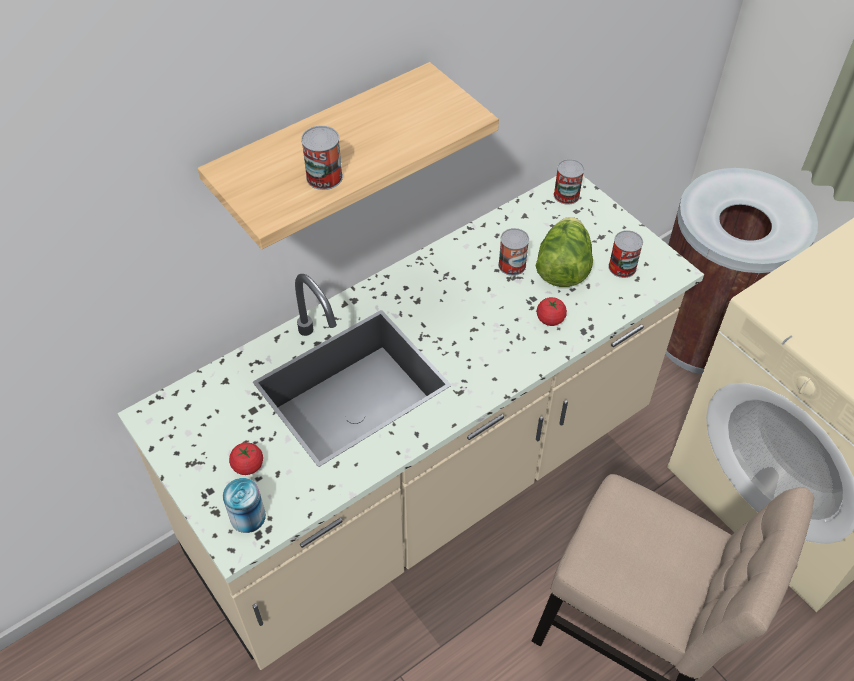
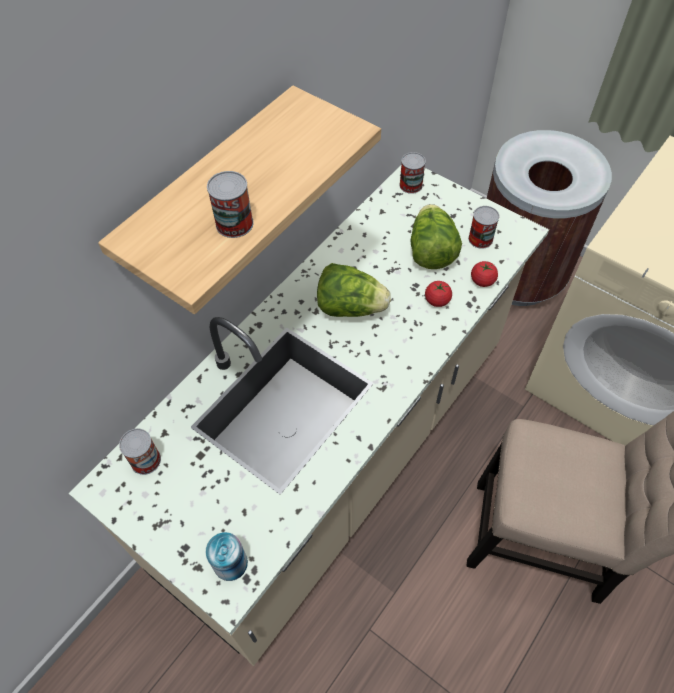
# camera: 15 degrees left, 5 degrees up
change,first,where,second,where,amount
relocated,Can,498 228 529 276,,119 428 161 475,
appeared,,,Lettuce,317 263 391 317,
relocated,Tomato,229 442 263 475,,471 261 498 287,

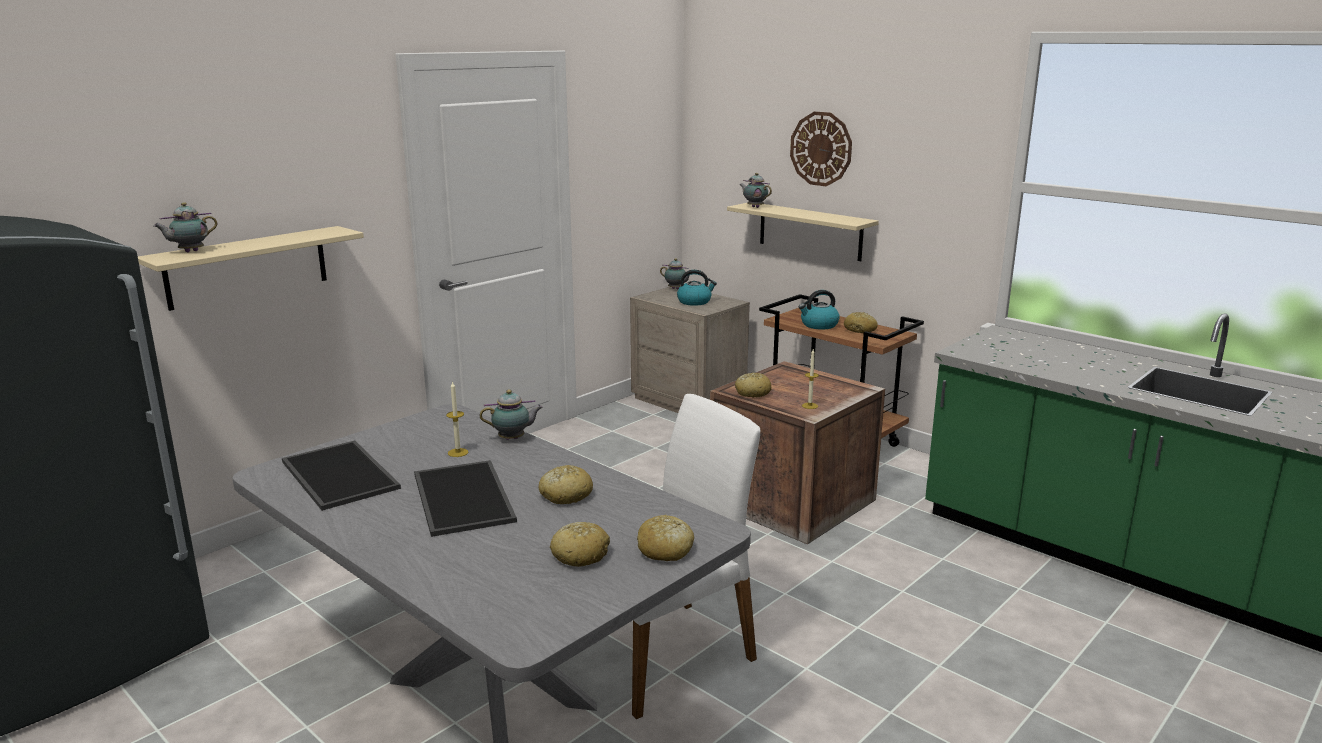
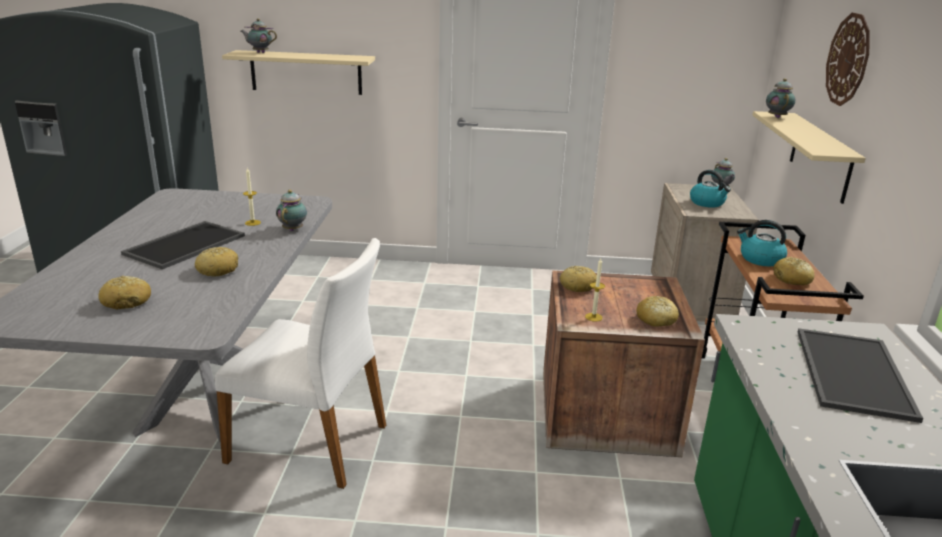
# camera: 50 degrees right, 5 degrees up
change,first,where,second,where,amount
spun,Teapot,480 389 543 440,,276 190 307 231,120 degrees counterclockwise
relocated,Bread,637 514 694 561,,636 296 679 327,
relocated,Tray,282 441 401 511,,798 328 923 423,

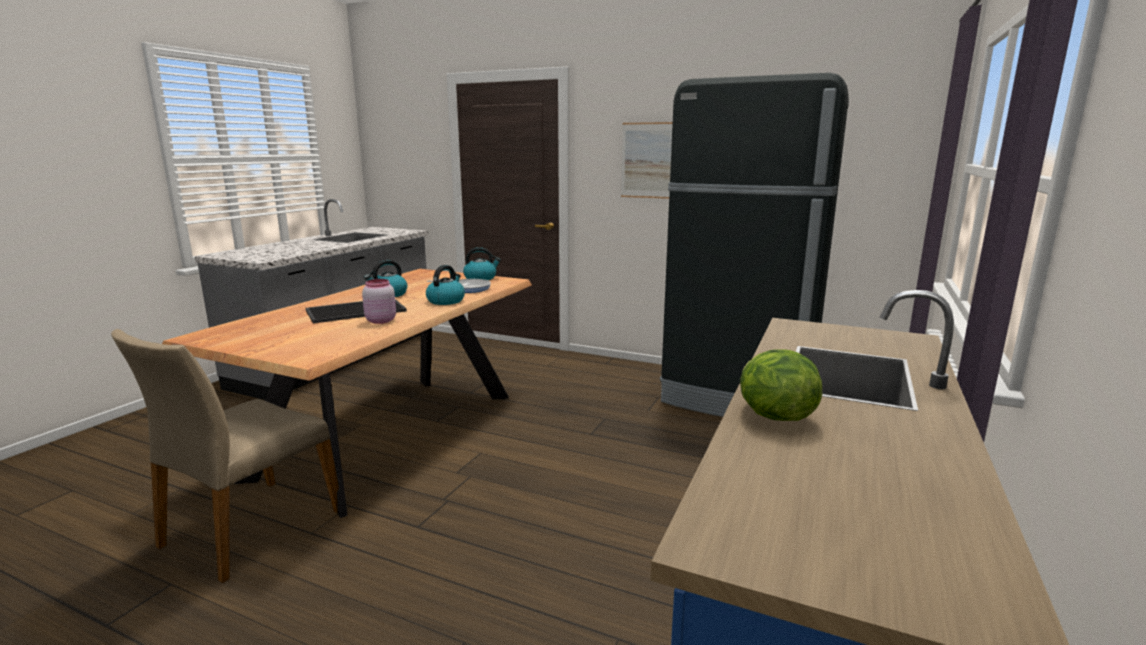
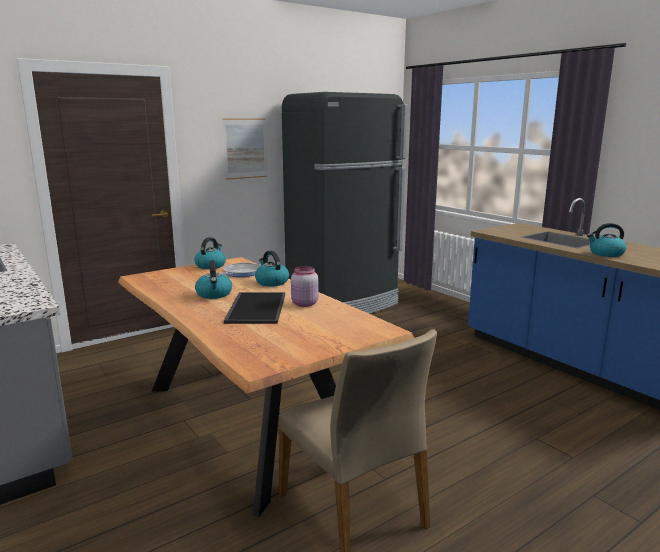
# camera: 60 degrees left, 0 degrees up
change,first,where,second,where,amount
exchanged,Lettuce,740 349 822 421,Kettle,587 223 626 257,

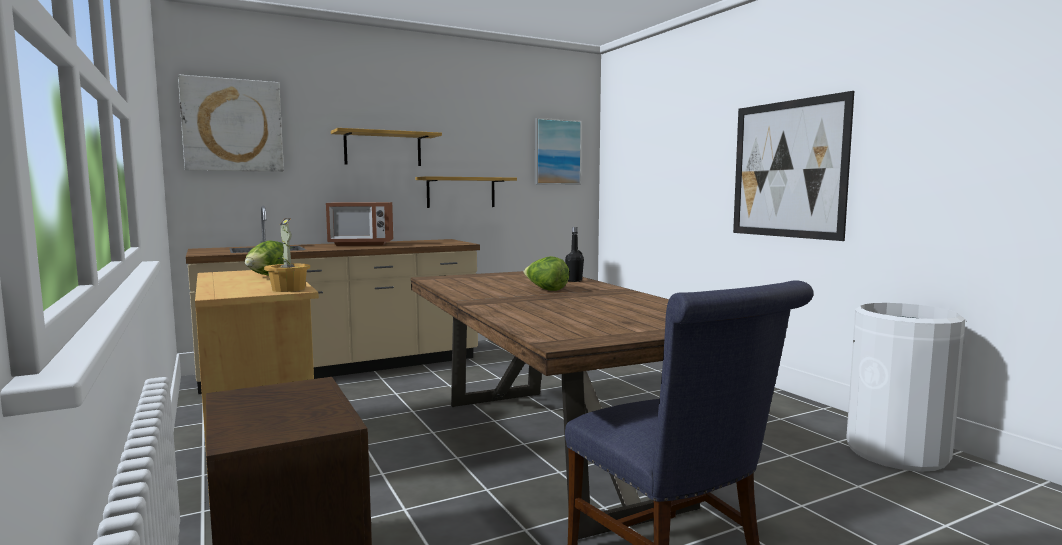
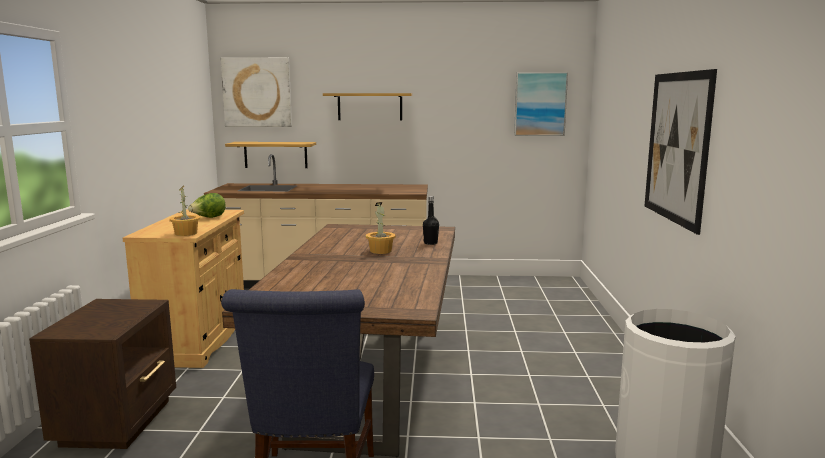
# camera: 30 degrees right, 5 degrees up
change,first,where,second,where,amount
relocated,Shelf,415 176 517 208,,225 142 316 168,
exchanged,Lettuce,524 256 569 291,PottedPlant,366 202 396 254,
missing,Microwave,326 202 393 246,,,

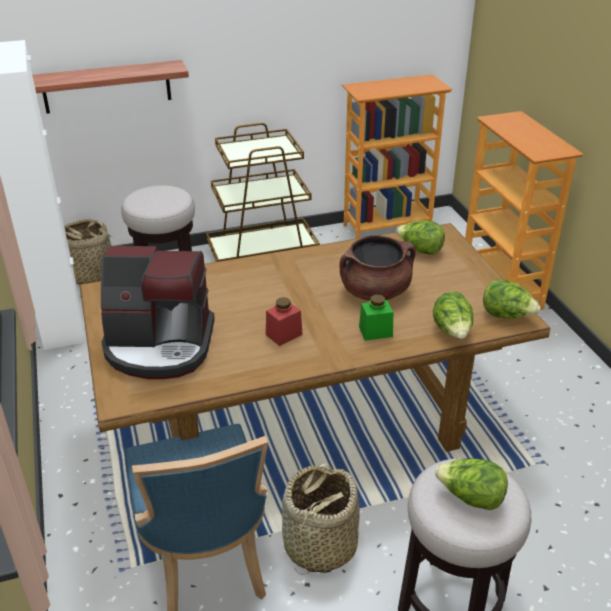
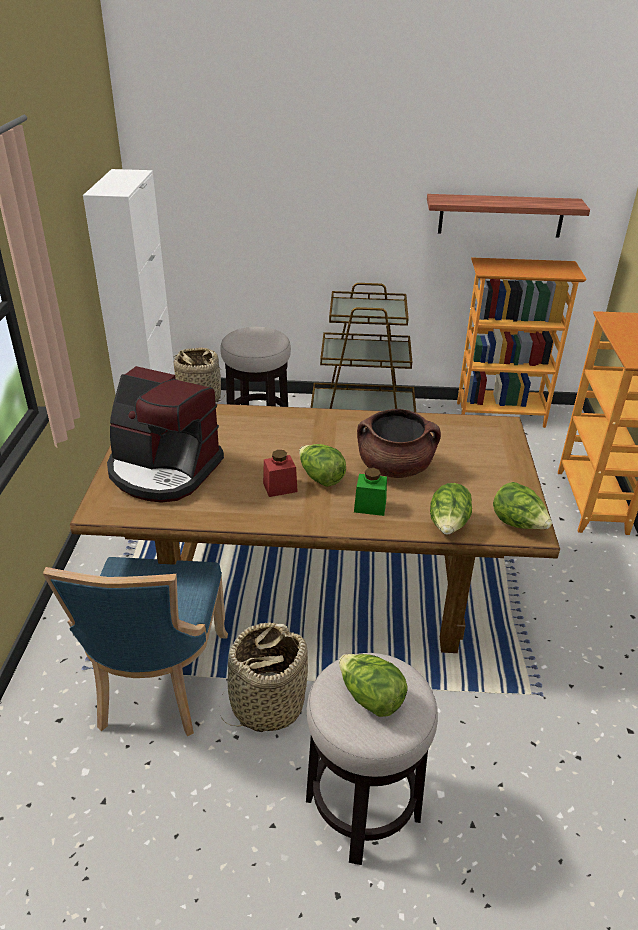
# camera: 20 degrees right, 0 degrees up
change,first,where,second,where,amount
relocated,Lettuce,396 221 445 255,,299 444 346 487,
relocated,Shelf,32 60 189 114,,427 194 590 238,

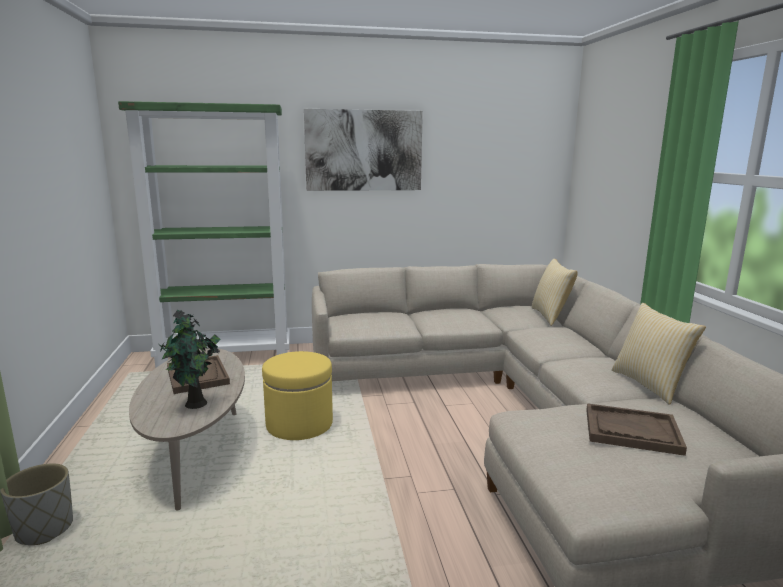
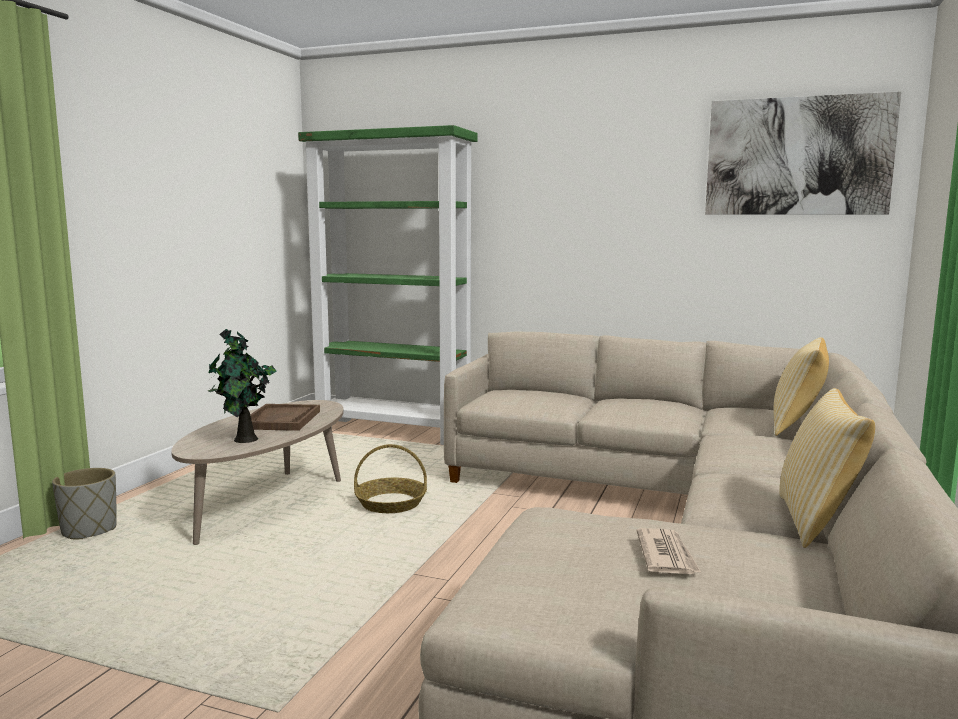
# camera: 30 degrees right, 5 degrees down
change,first,where,second,where,amount
exchanged,YellowOttoman,262 351 333 440,Basket,354 444 427 513,
exchanged,BrownTray,586 403 687 456,Newspaper,637 528 701 574,
relocated,Picture,304 109 423 191,,705 92 901 215,

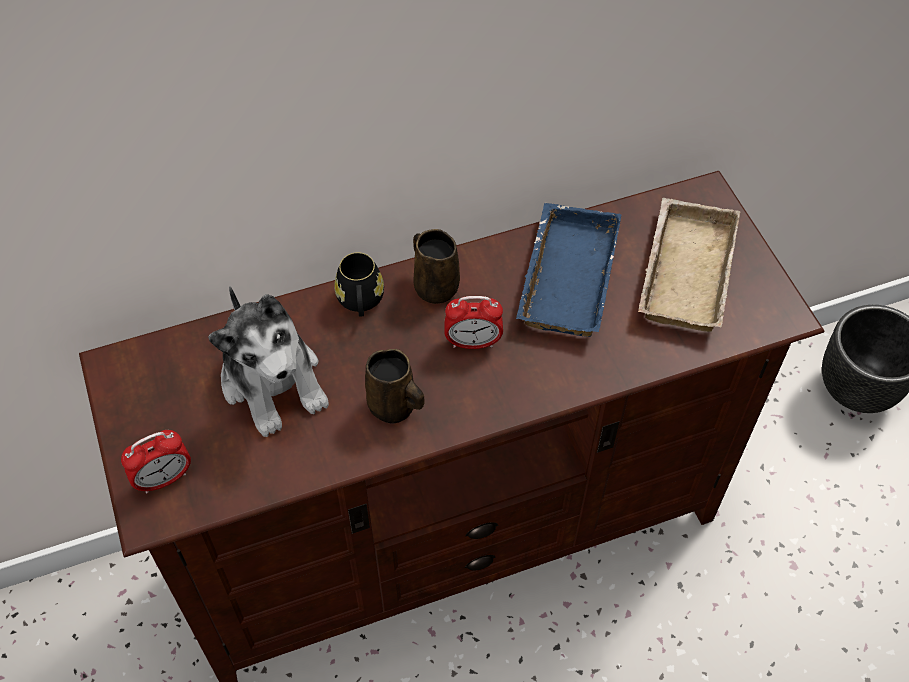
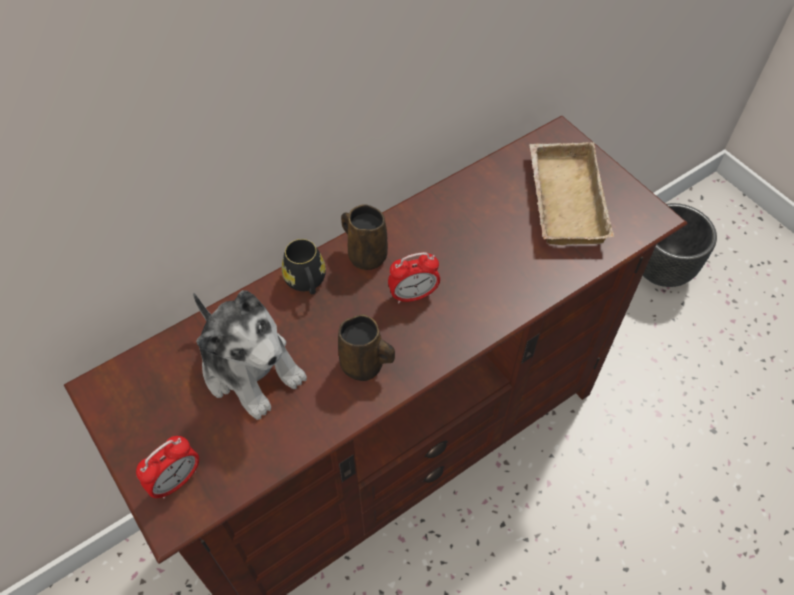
# camera: 15 degrees left, 0 degrees up
change,first,where,second,where,amount
missing,BlueTray,516 203 622 337,,,

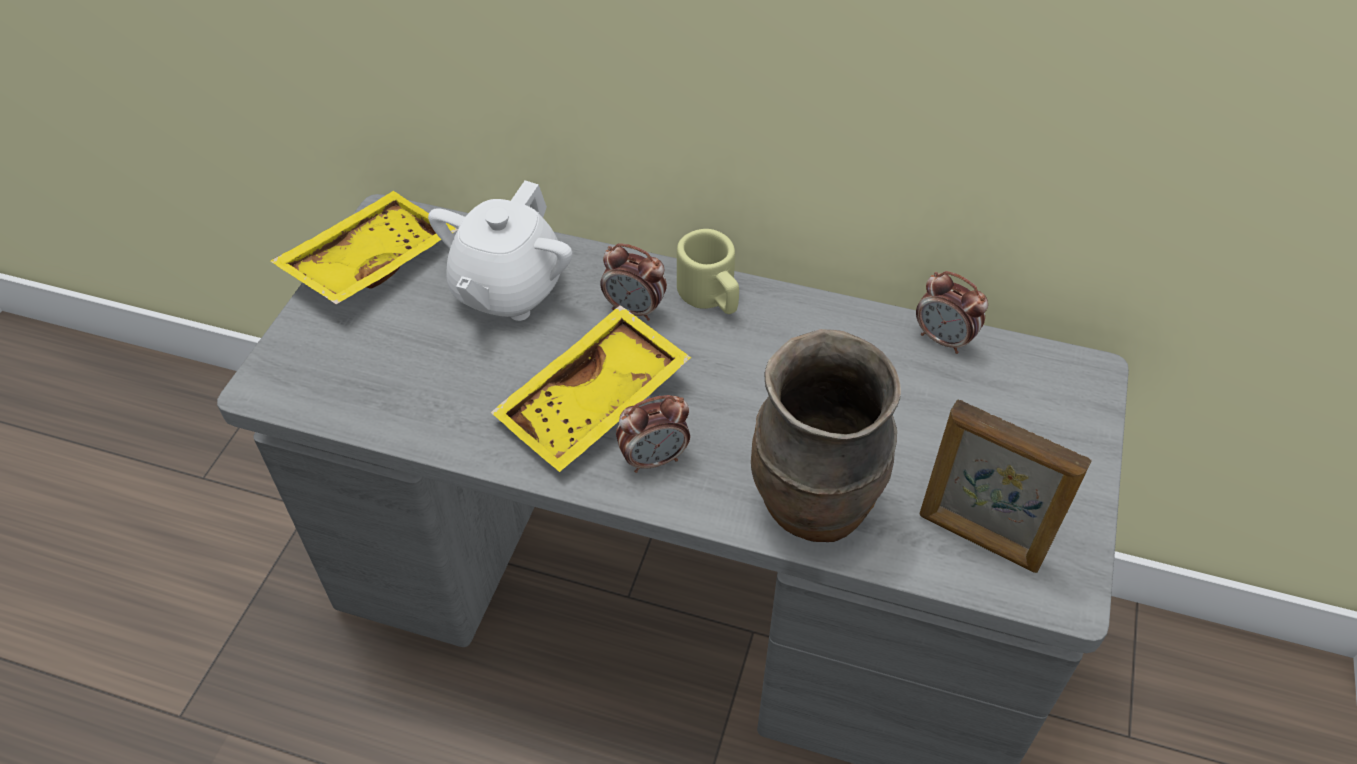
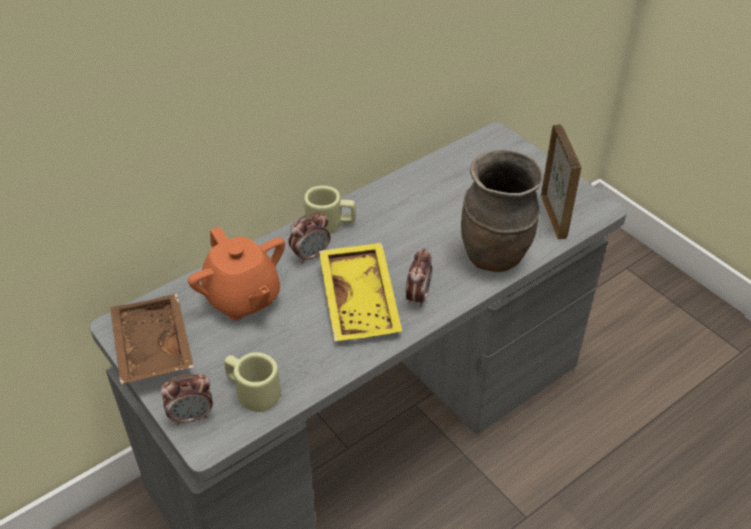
# camera: 55 degrees left, 5 degrees down
change,first,where,second,where,amount
colour,YellowTray,270 191 458 304,BrownTray,110 294 194 384,
relocated,AlarmClock,916 271 988 354,,161 374 213 425,
colour,WhiteTeapot,428 181 572 321,OrangeTeapot,188 227 285 320,
appeared,,,BeigeMug,224 352 281 412,
spun,PictureFrame,920 399 1092 573,,541 124 582 239,75 degrees counterclockwise

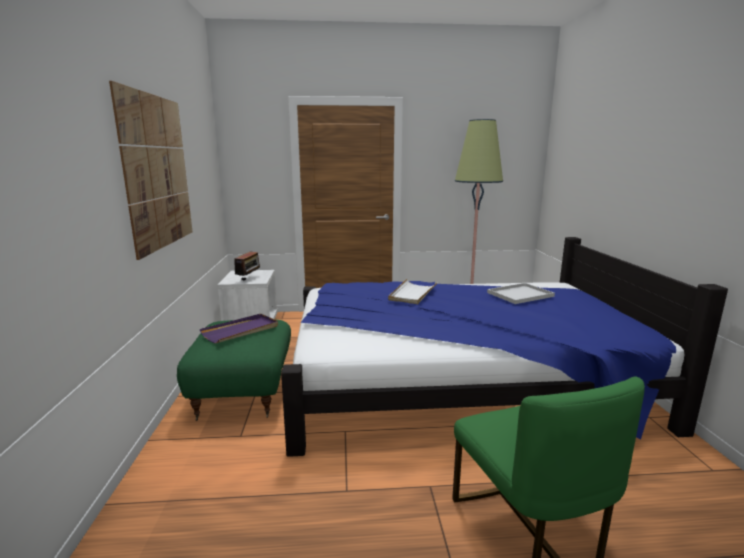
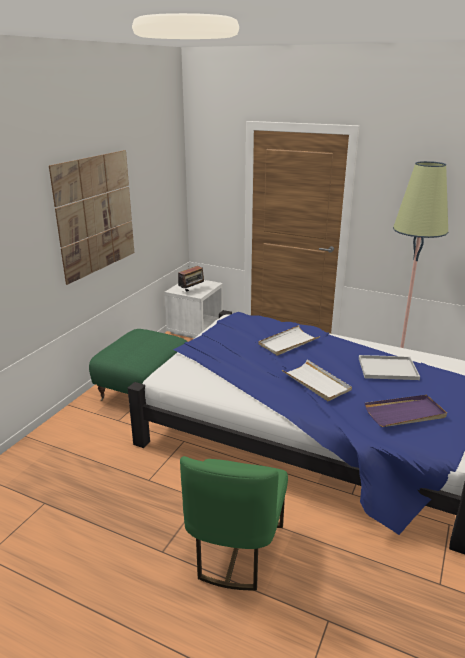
# camera: 30 degrees right, 10 degrees up
change,first,where,second,where,amount
appeared,,,WhiteTray,282 360 352 401,
relocated,PurpleTray,200 314 278 344,,365 395 447 427,

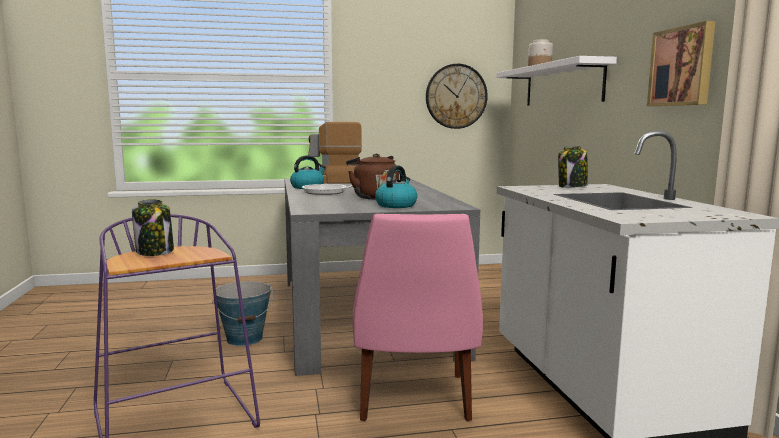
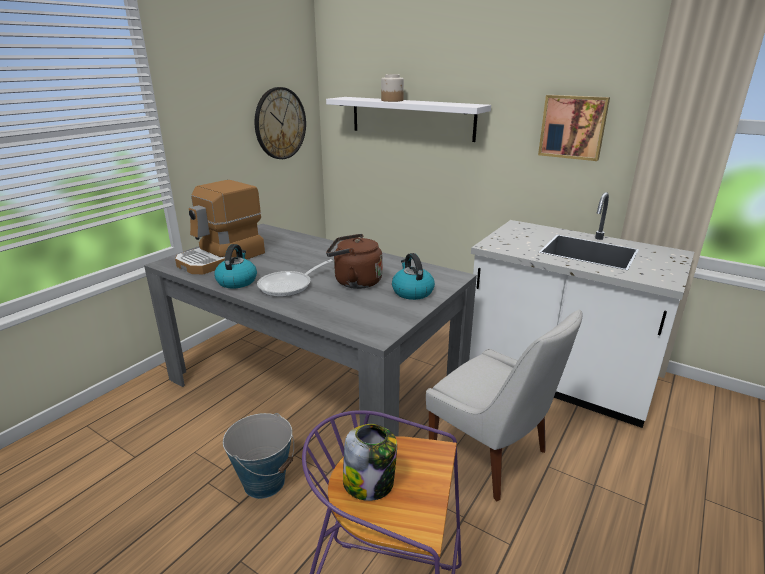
# camera: 45 degrees left, 15 degrees up
change,first,where,second,where,amount
colour,PinkChair,353 214 483 421,WhiteChair,426 310 582 501,
missing,Jar,558 146 588 188,,,

